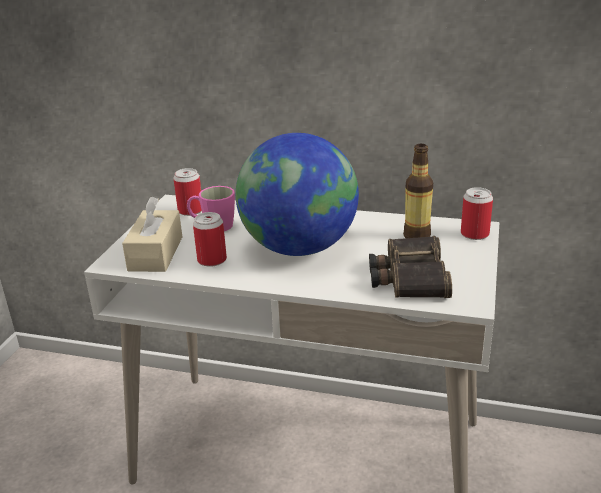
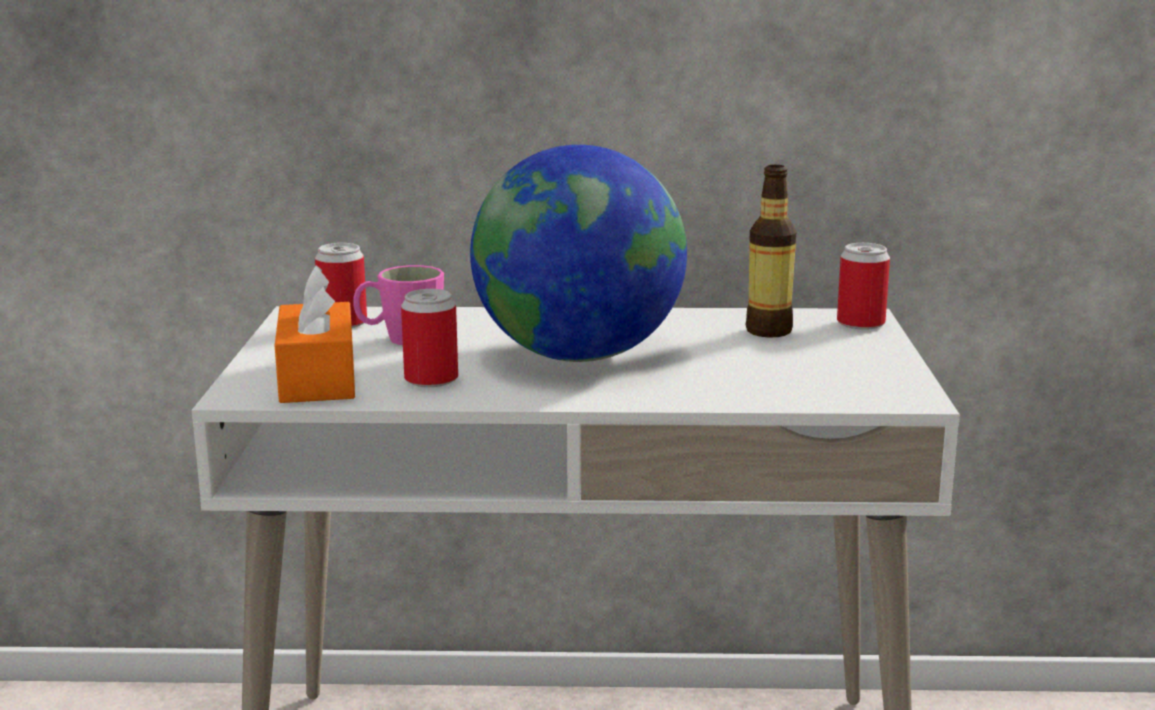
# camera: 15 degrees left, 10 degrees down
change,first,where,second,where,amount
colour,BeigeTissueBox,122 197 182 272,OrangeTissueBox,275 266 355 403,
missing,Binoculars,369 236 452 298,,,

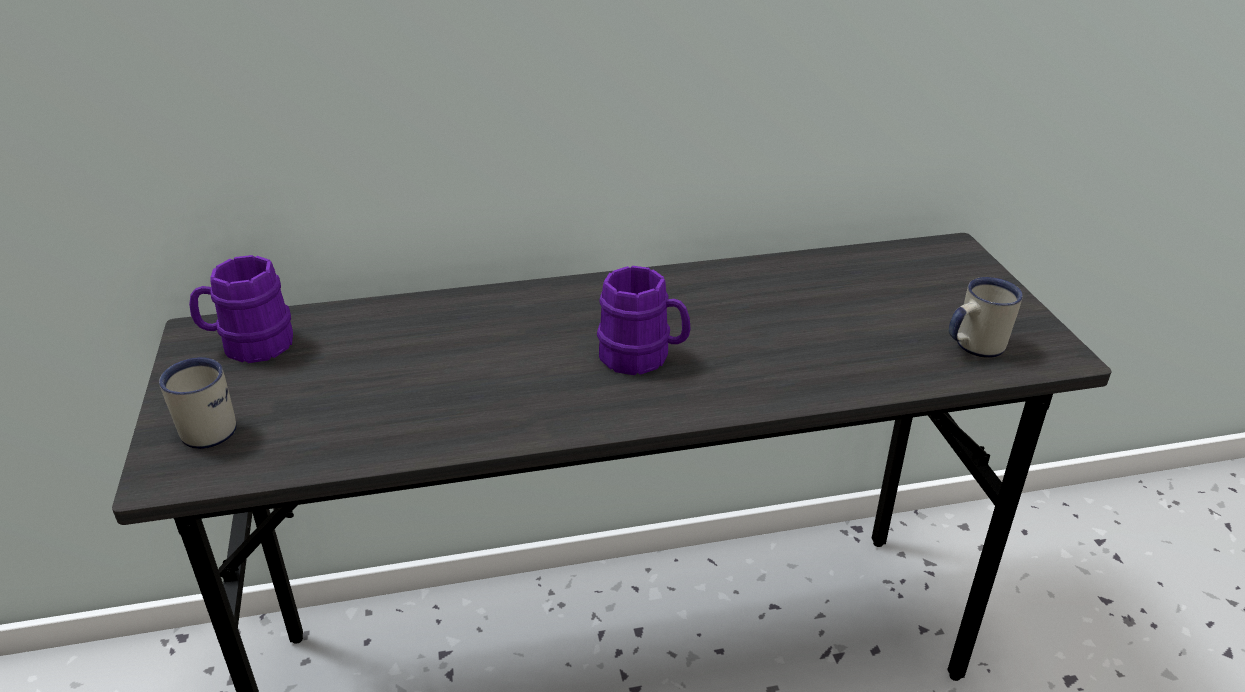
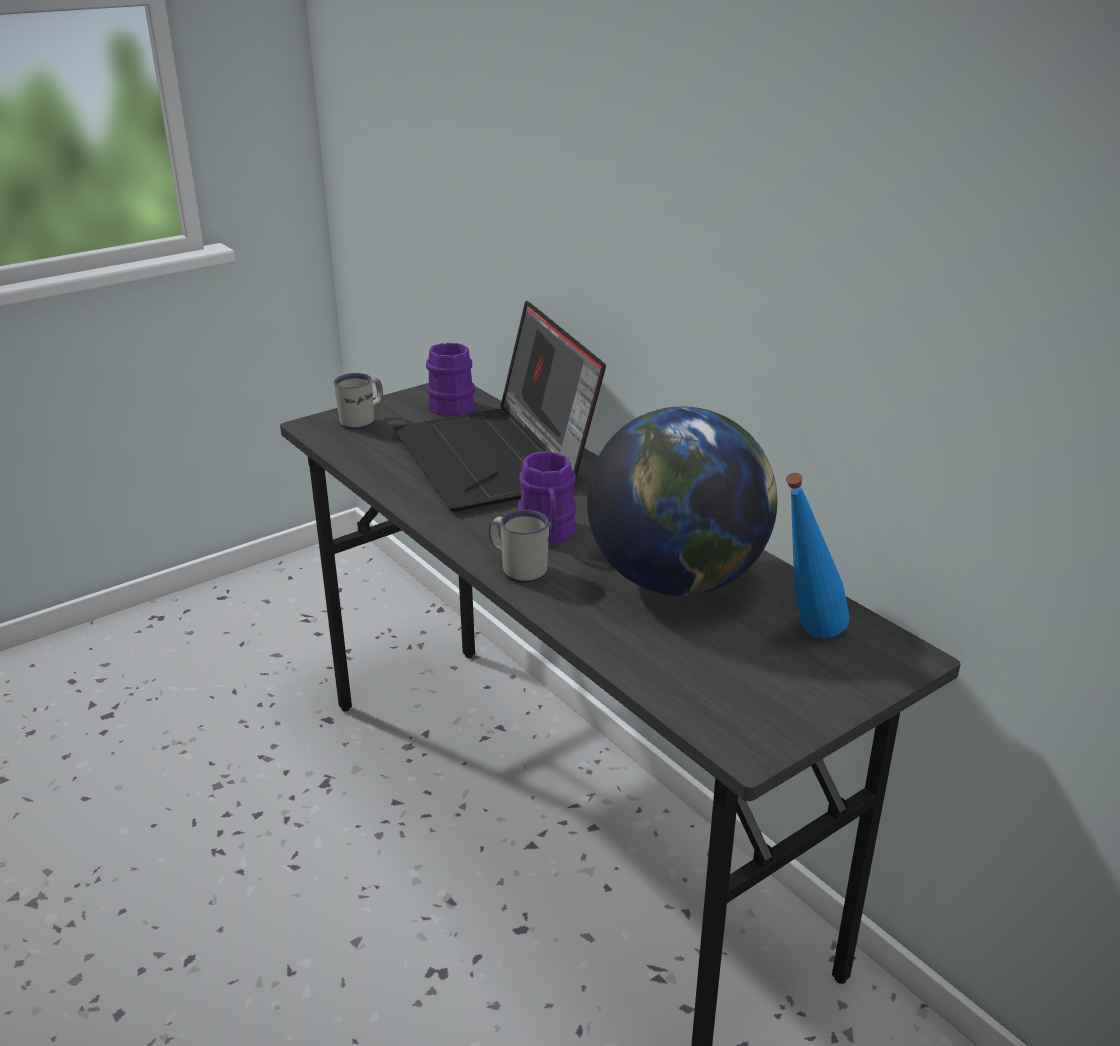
# camera: 65 degrees right, 5 degrees down
change,first,where,second,where,amount
appeared,,,Laptop,394 301 606 512,
relocated,WhiteMug,949 277 1023 358,,489 509 549 583,
appeared,,,Globe,587 406 777 596,
appeared,,,BlueBottle,786 473 850 638,

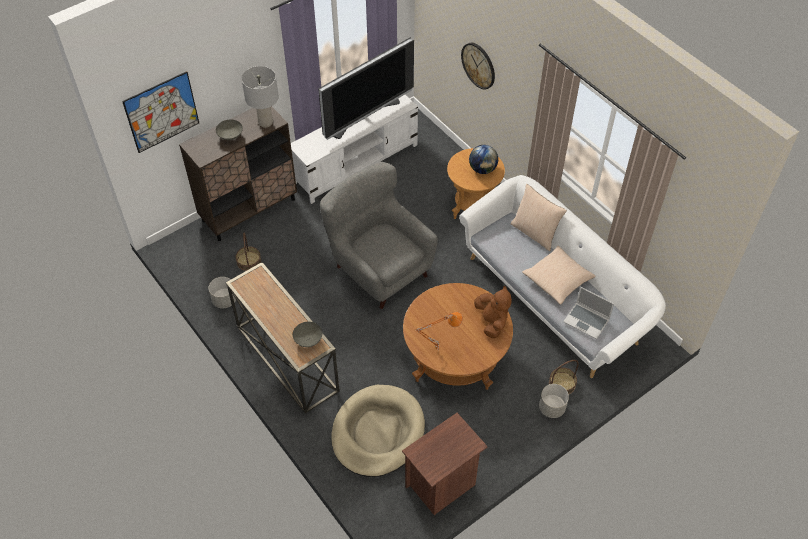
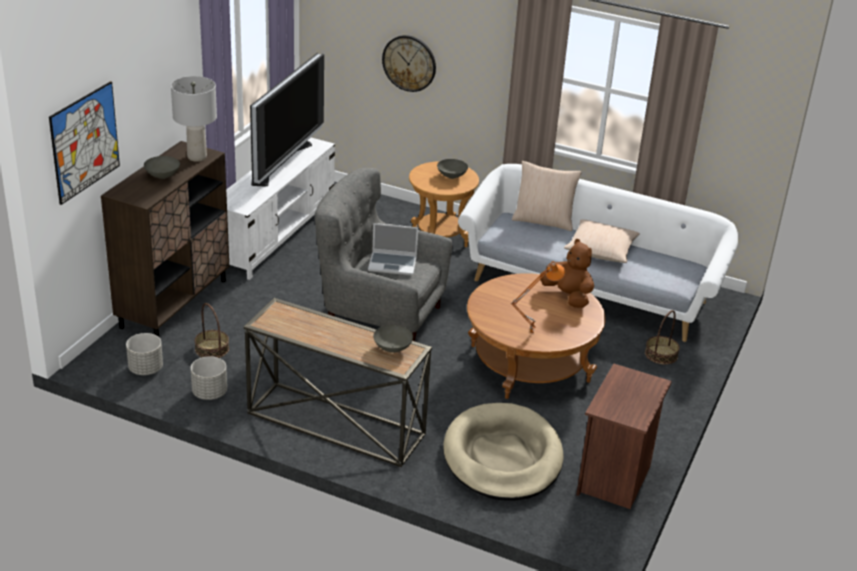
# camera: 30 degrees left, 20 degrees down
change,first,where,second,where,amount
relocated,GreyPlanter,539 384 569 418,,126 333 163 375,
relocated,Laptop,563 287 614 339,,368 223 418 275,
exchanged,Globe,469 145 498 174,GreyBowl,437 159 468 179,

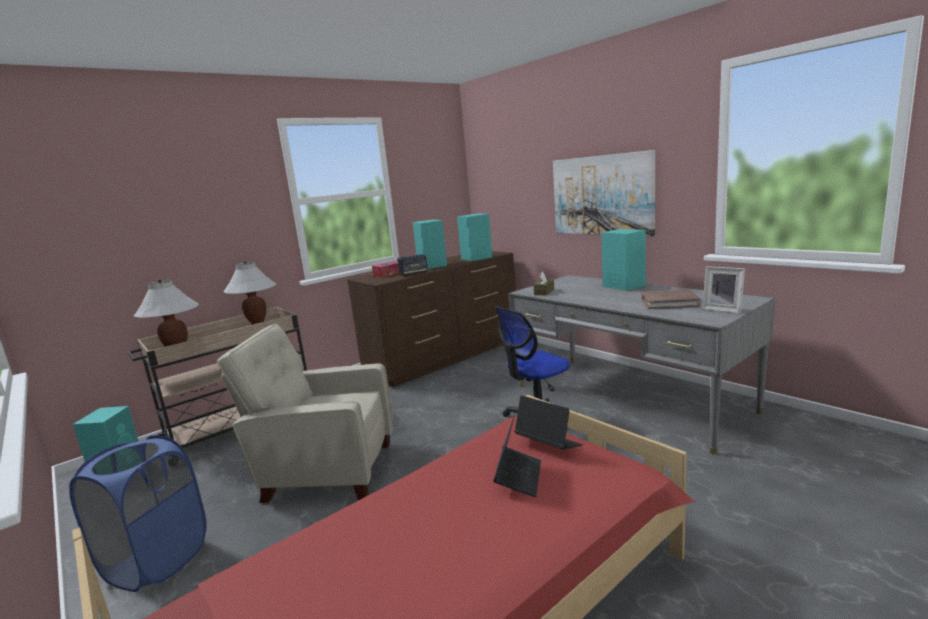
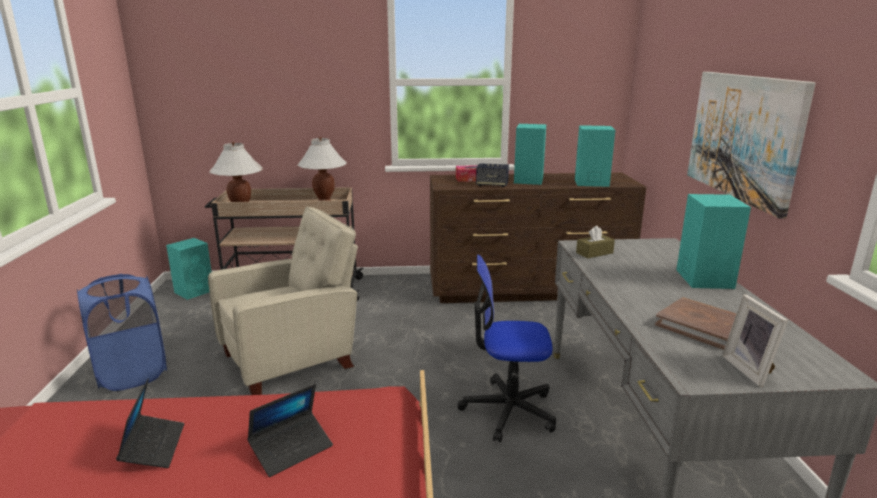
# camera: 35 degrees right, 5 degrees up
change,first,where,second,where,amount
relocated,Laptop,514 396 583 450,,116 379 185 468,
spun,BeigeArmchair,217 323 393 503,,208 206 358 395,105 degrees clockwise

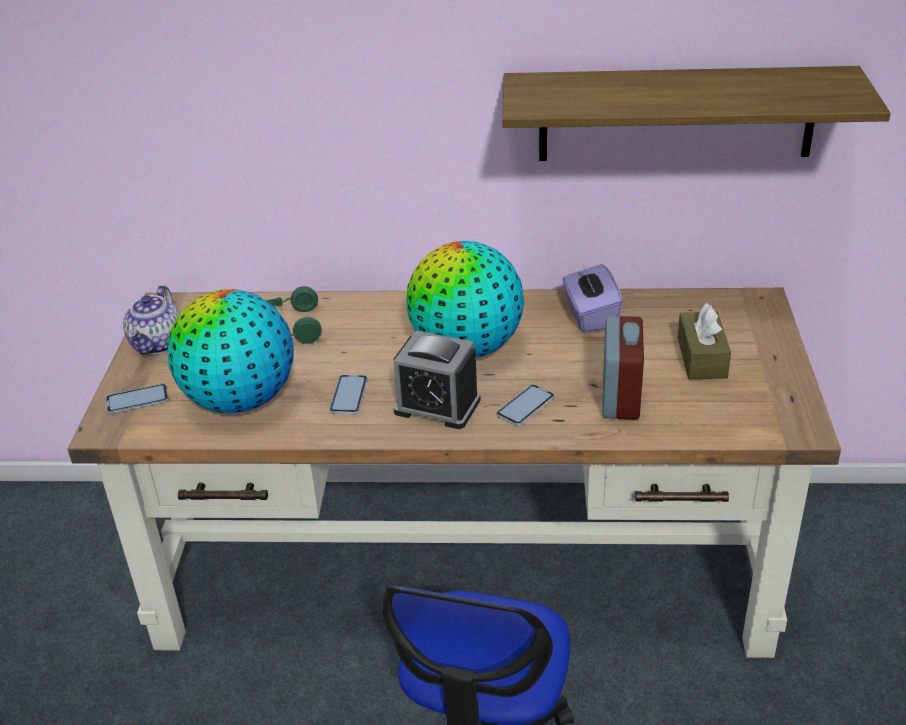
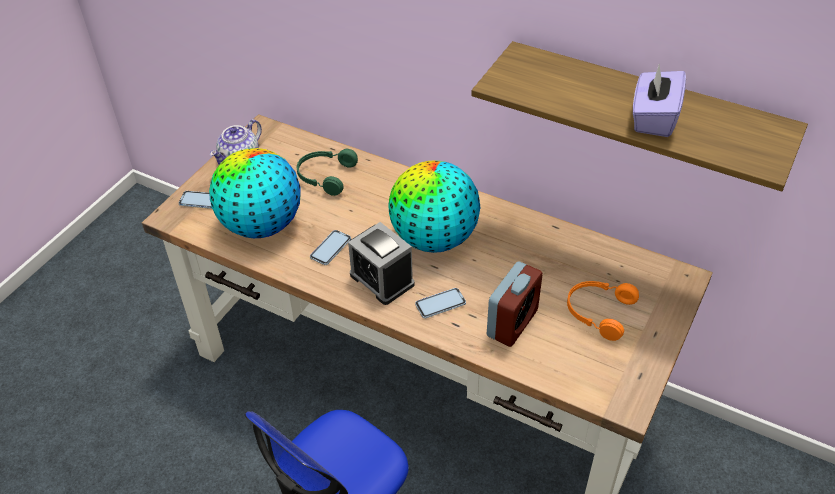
# camera: 25 degrees right, 10 degrees up
change,first,where,second,where,amount
exchanged,BrownTissueBox,677 303 731 379,OrangeHeadphones,567 281 639 341,
relocated,PurpleTissueBox,562 262 623 333,,633 65 686 137,

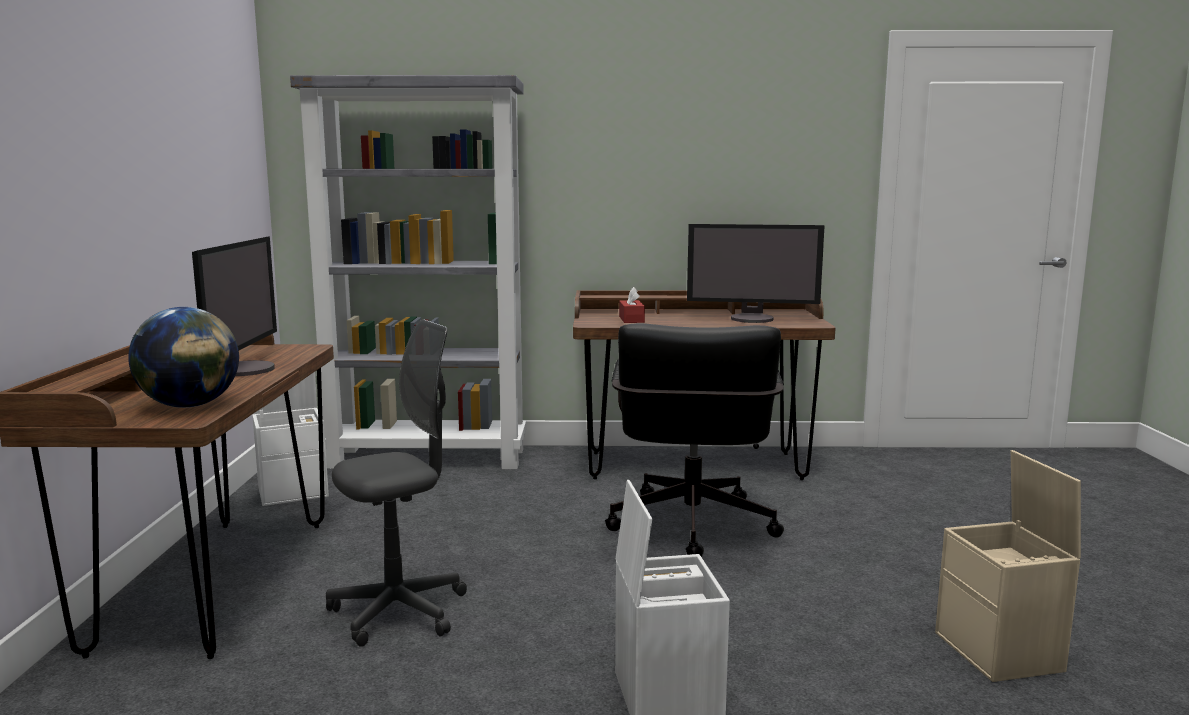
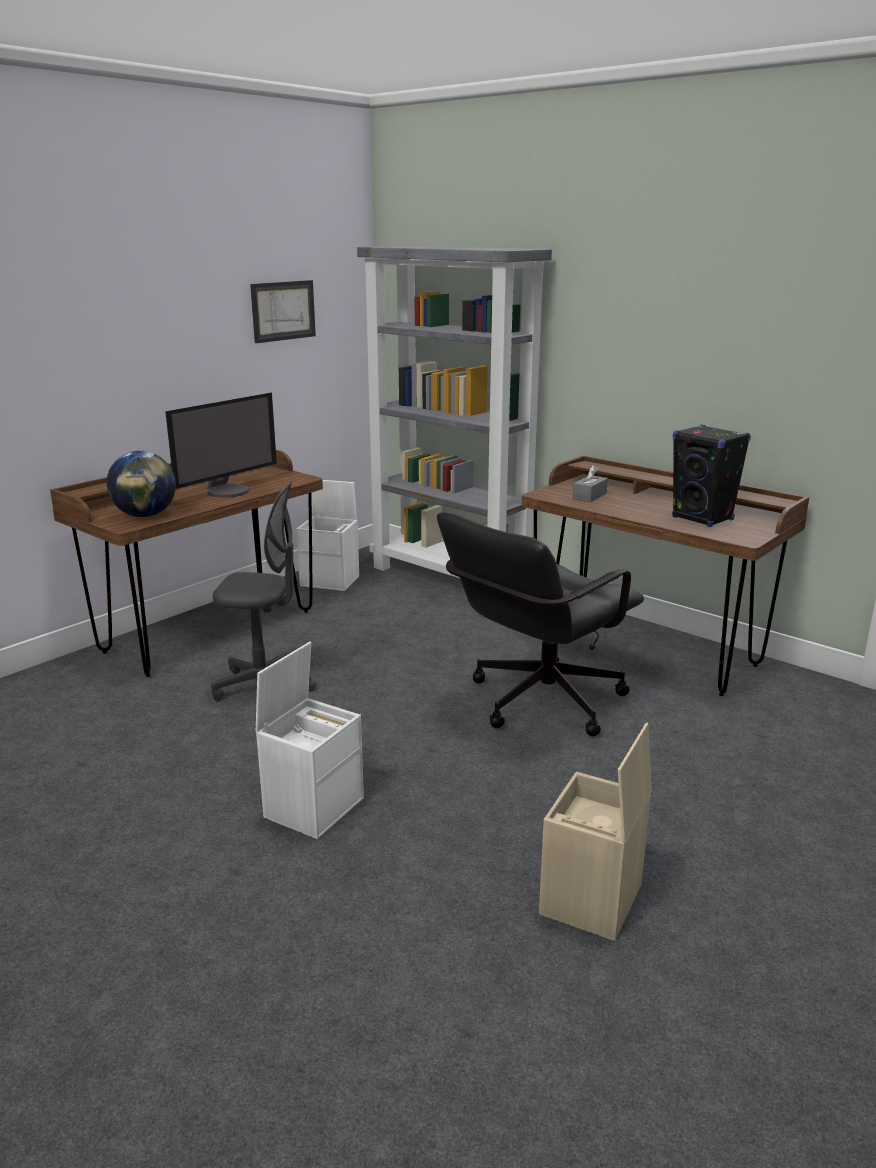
# camera: 40 degrees right, 10 degrees up
change,first,where,second,where,amount
appeared,,,Picture,250 280 316 343,
colour,RedTissueBox,619 287 645 323,GreyTissueBox,572 465 608 502,
exchanged,Monitor,687 224 825 323,BlackSpeaker,672 425 751 527,

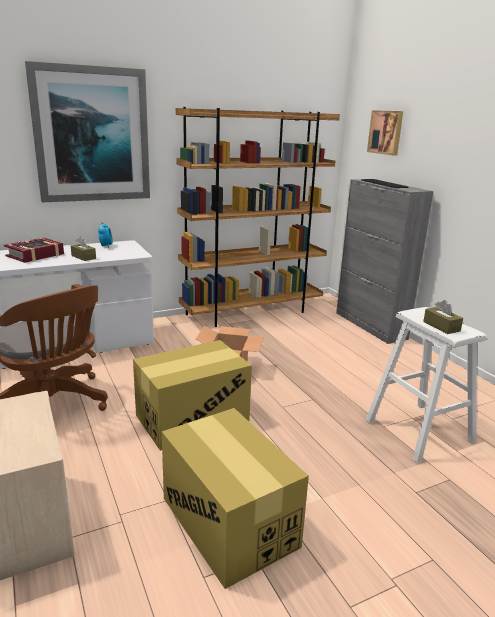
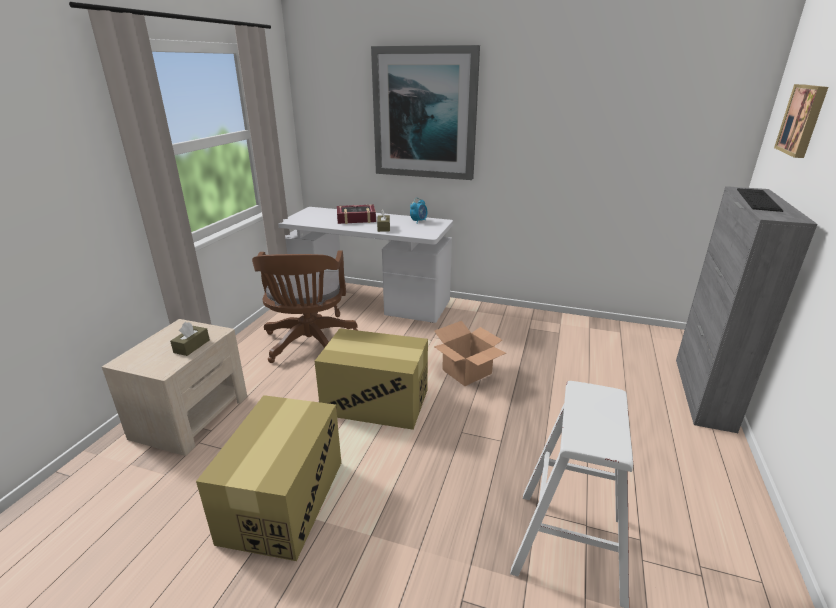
# camera: 45 degrees right, 5 degrees up
change,first,where,second,where,amount
relocated,BrownTissueBox,423 300 463 334,,170 322 210 356,
missing,BrownBookcase,176 107 340 327,,,

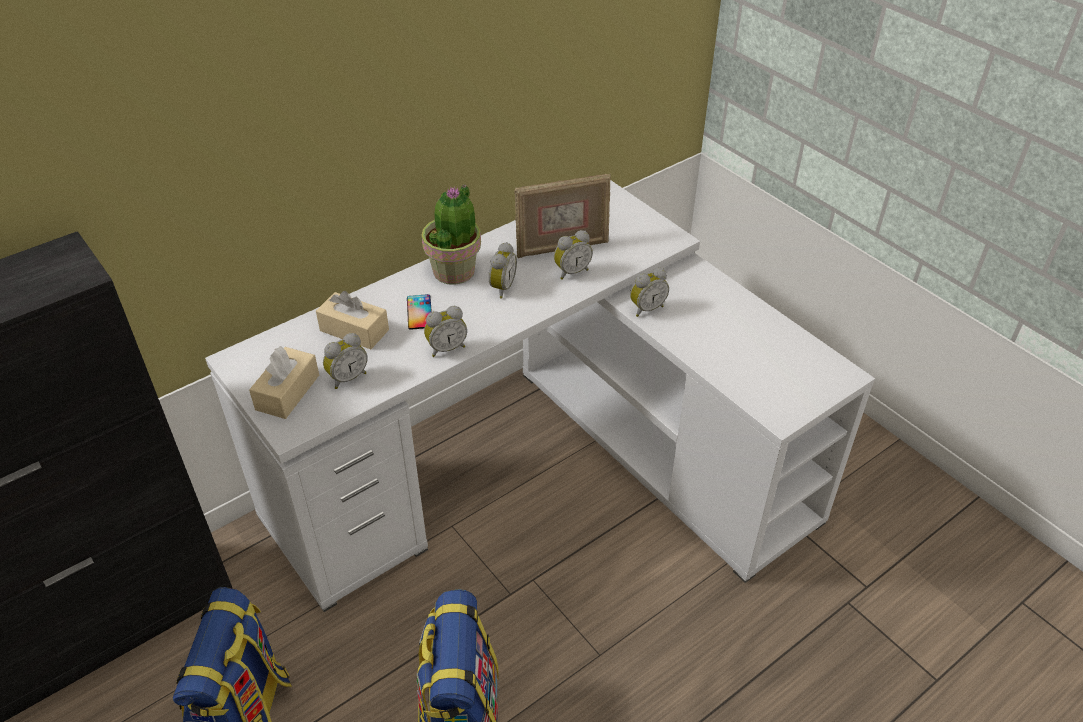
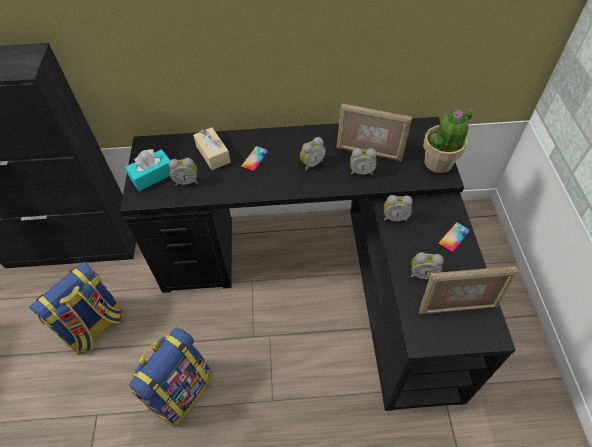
# camera: 35 degrees right, 10 degrees up
change,first,where,second,where,amount
colour,WhiteDesk,205 180 875 612,BlackDesk,120 117 516 411,
colour,BeigeTissueBox,249 346 319 419,TurquoiseTissueBox,125 149 170 191,
relocated,AlarmClock,424 306 467 357,,411 252 444 279,
appeared,,,PictureFrame,419 266 519 314,
relocated,PottedPlant,421 184 481 285,,423 109 473 173,
appeared,,,Phone,438 222 470 253,

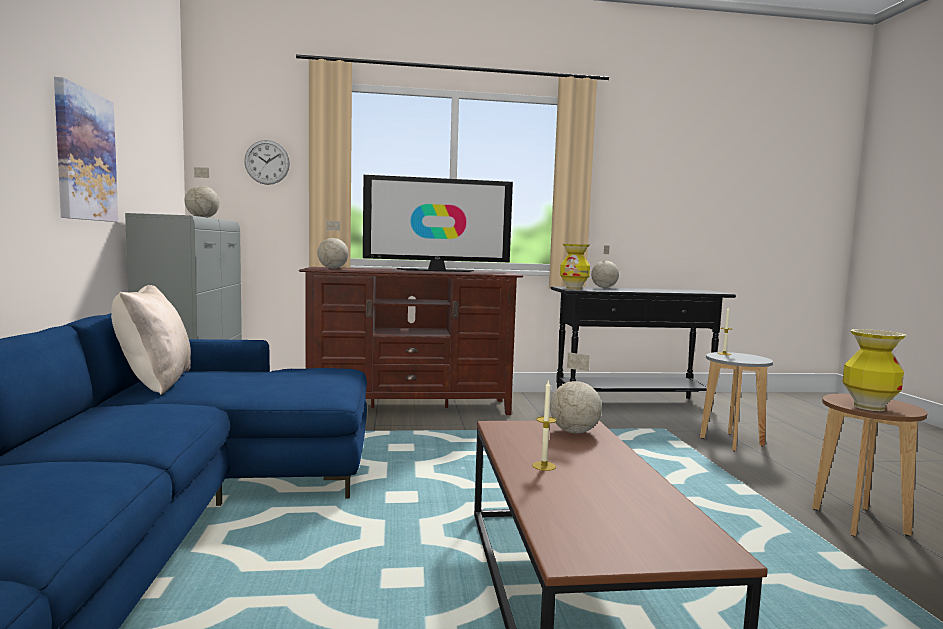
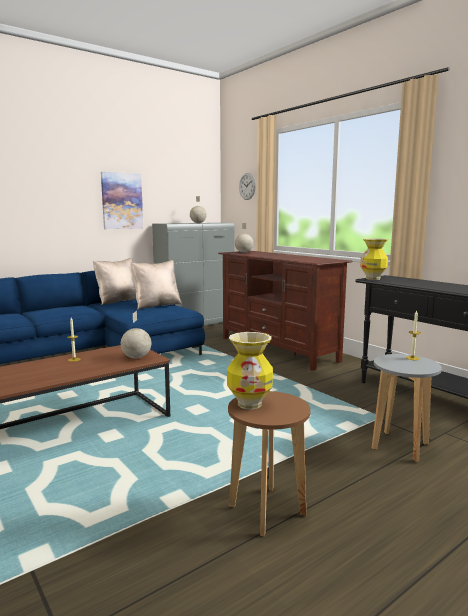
# camera: 60 degrees right, 5 degrees up
change,first,where,second,where,amount
appeared,,,BeigePillow,131 260 182 310,
missing,Television,363 175 513 272,,,
missing,Globe,591 245 619 288,,,

